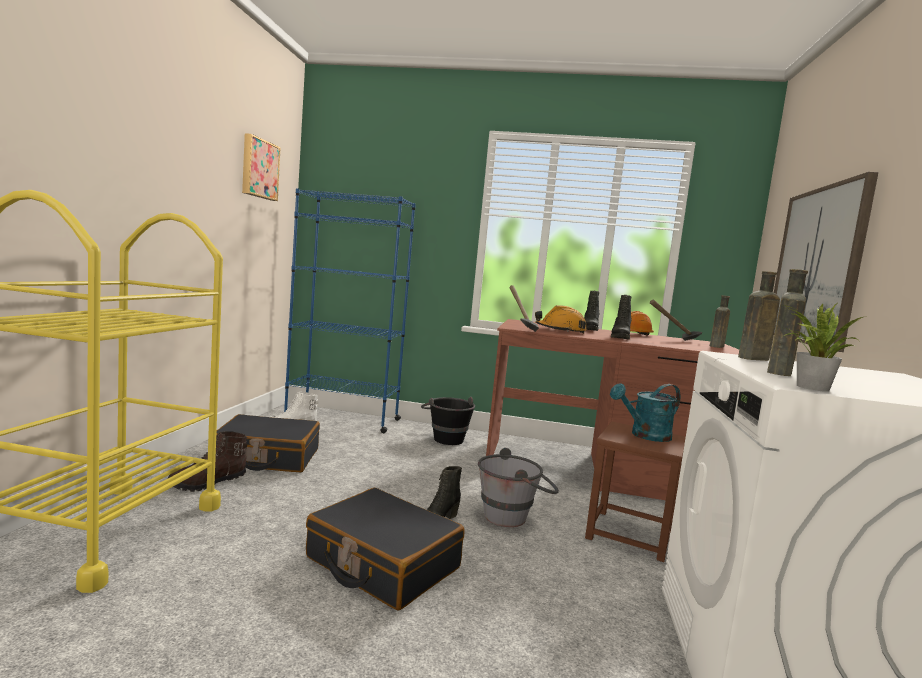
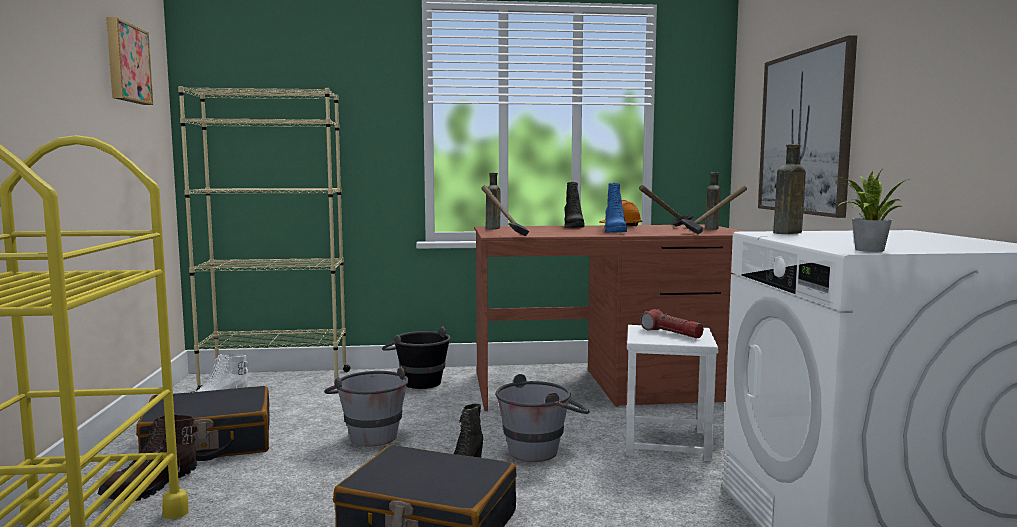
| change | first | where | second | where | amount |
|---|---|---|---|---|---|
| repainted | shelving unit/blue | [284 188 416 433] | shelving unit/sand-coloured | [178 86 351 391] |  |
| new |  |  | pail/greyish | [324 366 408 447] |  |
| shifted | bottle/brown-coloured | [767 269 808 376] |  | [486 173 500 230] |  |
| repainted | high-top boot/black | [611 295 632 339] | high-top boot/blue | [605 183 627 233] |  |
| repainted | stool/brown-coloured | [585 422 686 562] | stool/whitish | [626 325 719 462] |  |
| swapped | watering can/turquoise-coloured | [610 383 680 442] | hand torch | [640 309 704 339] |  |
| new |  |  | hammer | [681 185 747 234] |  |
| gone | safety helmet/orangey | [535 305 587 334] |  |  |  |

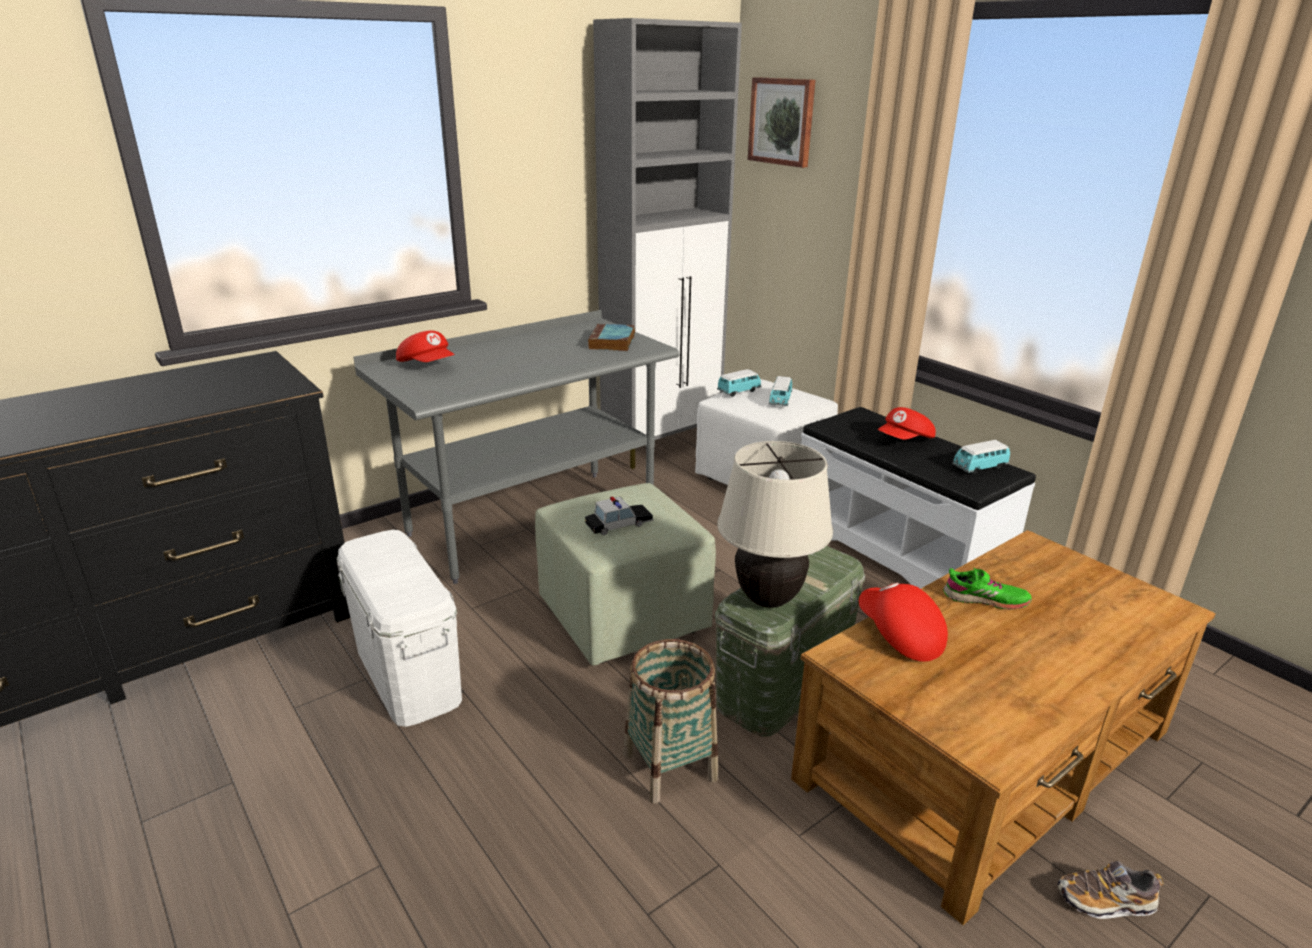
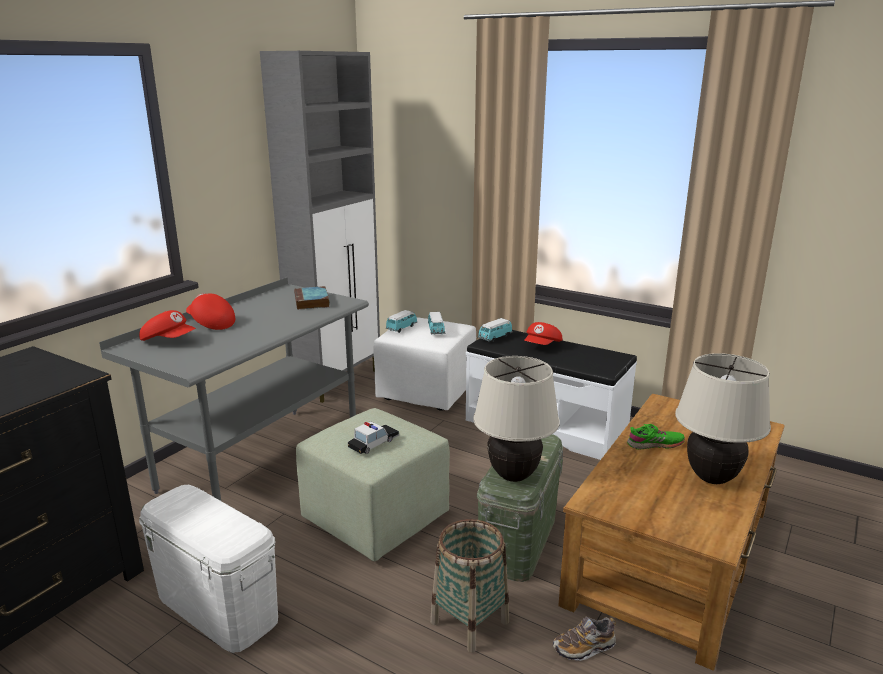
| change | first | where | second | where | amount |
|---|---|---|---|---|---|
| shifted | cap/red | [859 583 948 662] |  | [186 293 235 330] |  |
| shifted | miniature car | [952 440 1010 474] |  | [478 318 513 342] |  |
| shifted | low shoe | [1058 861 1164 919] |  | [553 617 616 661] |  |
| new |  |  | lamp for a table/sand-coloured | [675 353 771 484] |  |
| gone | wall art | [748 77 815 168] |  |  |  |

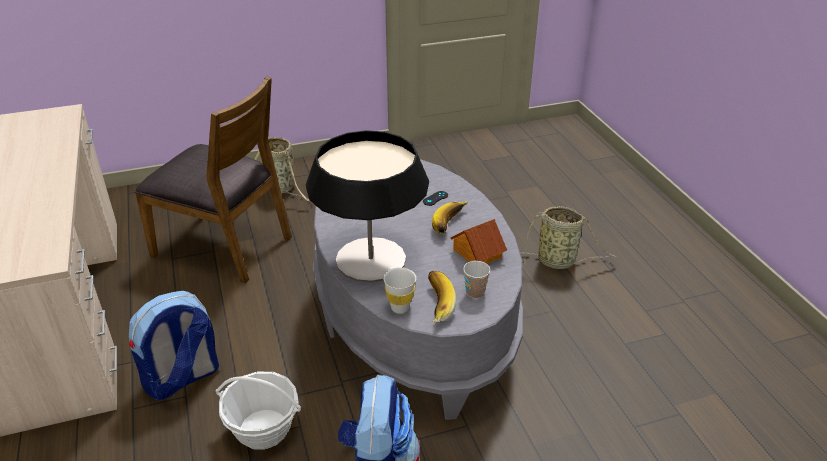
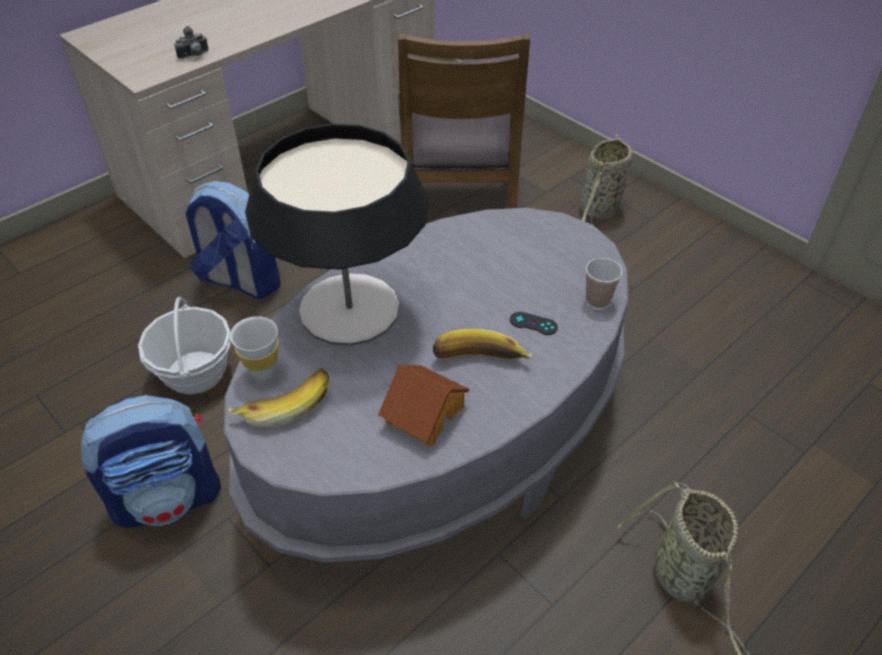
| change | first | where | second | where | amount |
|---|---|---|---|---|---|
| new |  |  | still camera | [174 26 209 59] |  |
| shifted | drinking cup | [463 261 490 298] |  | [586 258 623 308] |  |

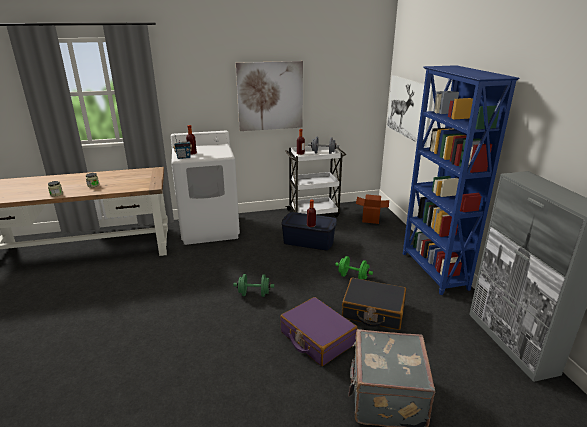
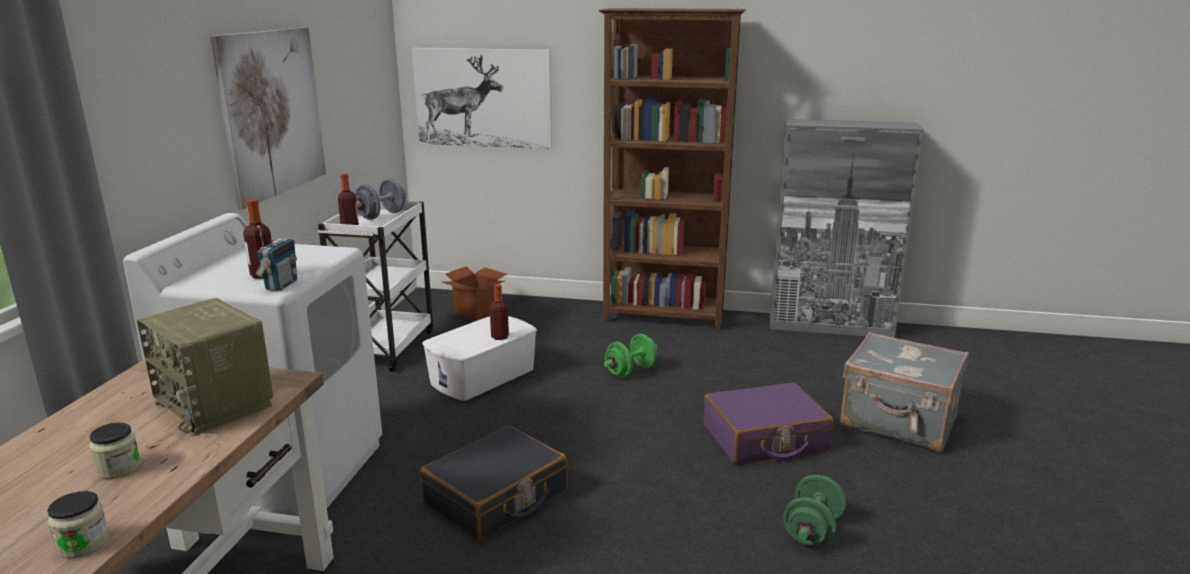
| change | first | where | second | where | amount |
|---|---|---|---|---|---|
| new |  |  | radio set | [137 298 273 435] |  |
| shifted | piece of luggage/black | [342 278 406 330] |  | [420 426 568 541] |  |
| repainted | storage container/blue | [281 212 337 251] | storage container/whitish | [422 316 537 401] |  |
| repainted | shelving unit/blue | [403 65 520 295] | shelving unit/brown-coloured | [599 8 746 331] |  |
| shifted | hand weight/green-coloured | [233 274 274 297] |  | [783 475 846 546] |  |

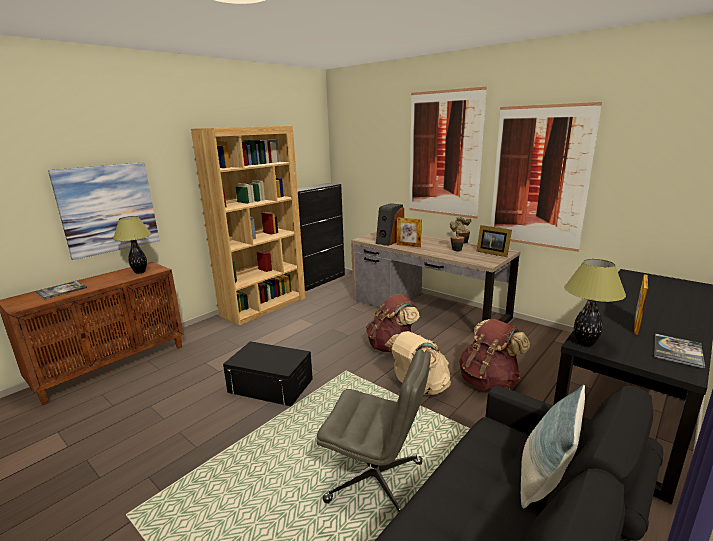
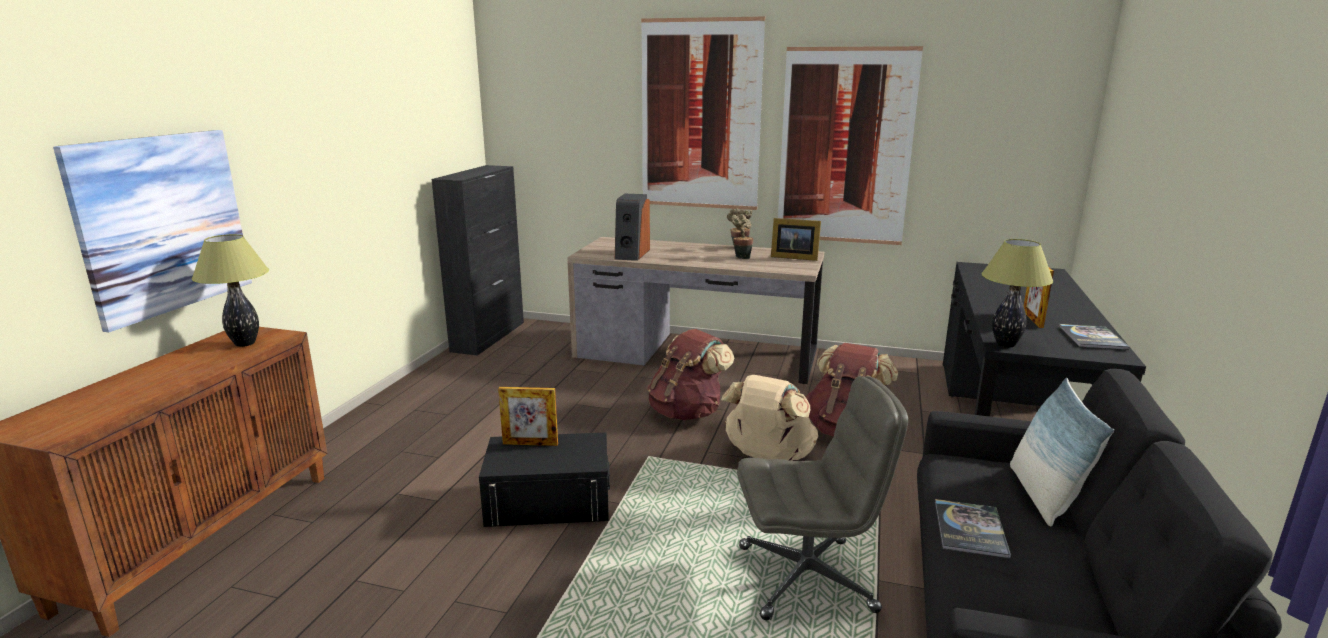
| change | first | where | second | where | amount |
|---|---|---|---|---|---|
| shifted | standing frame | [397 217 422 247] |  | [498 387 558 446] |  |
| shifted | volume | [35 281 87 299] |  | [935 499 1011 558] |  |
| gone | shelving unit/brown-coloured | [191 126 305 326] |  |  |  |

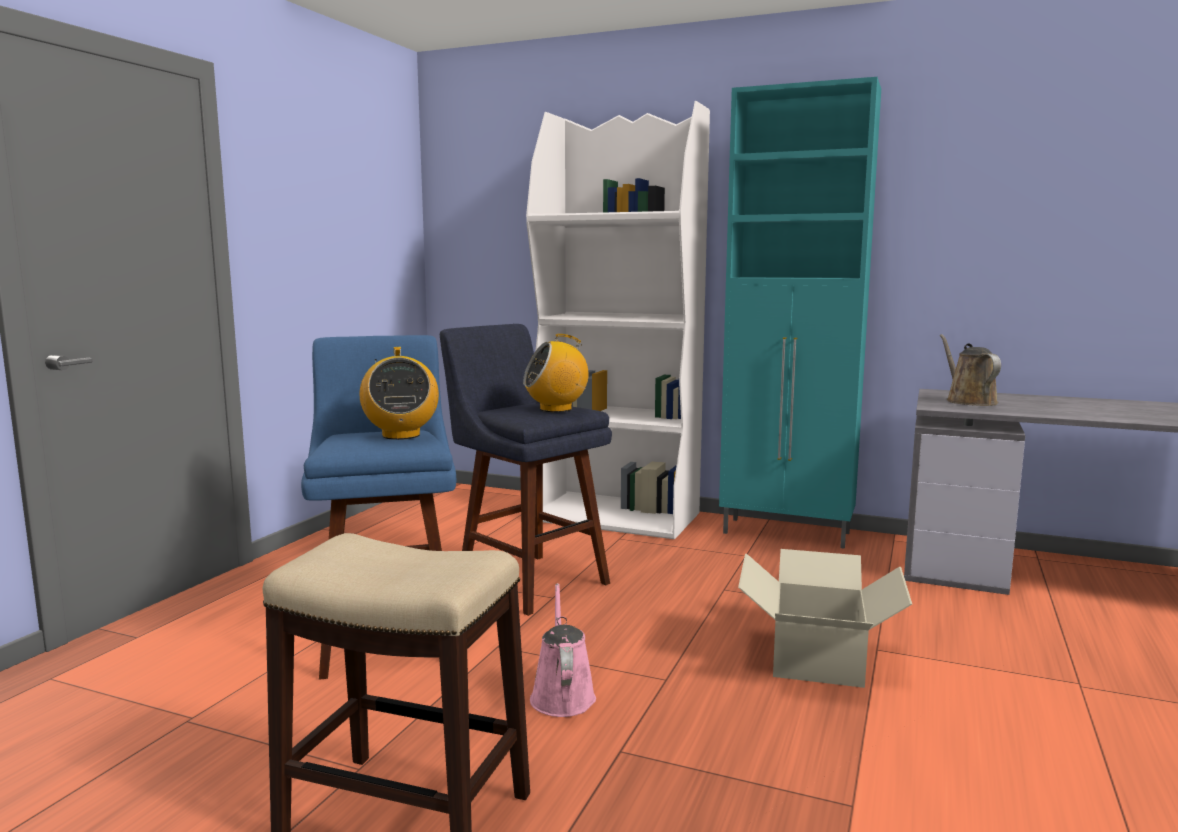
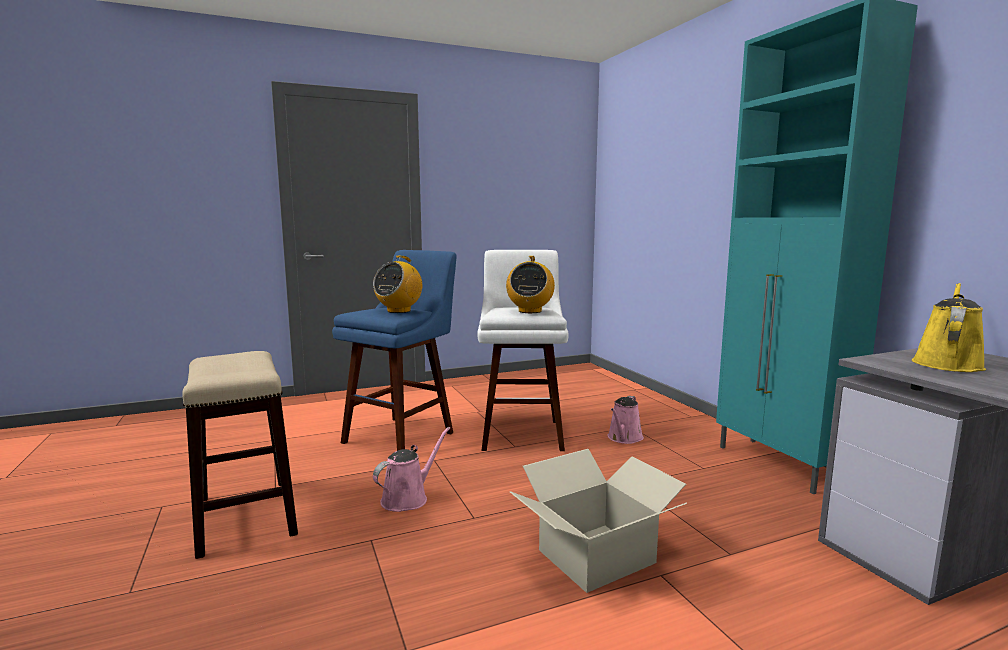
| change | first | where | second | where | amount |
|---|---|---|---|---|---|
| repainted | stool/blue | [440 324 612 616] | stool/whitish | [478 250 568 451] |  |
| rotated | radio set | [523 334 589 412] |  | [506 256 555 313] | 105 degrees counterclockwise |
| new |  |  | watering can/pink | [607 396 644 444] |  |
| repainted | watering can/brown-coloured | [940 334 1001 406] | watering can/yellow-coloured | [912 283 986 372] |  |
| gone | shelving unit/whitish | [526 101 710 539] |  |  |  |

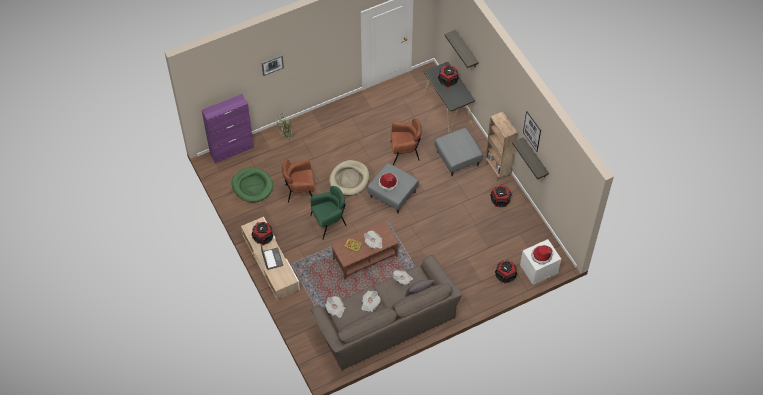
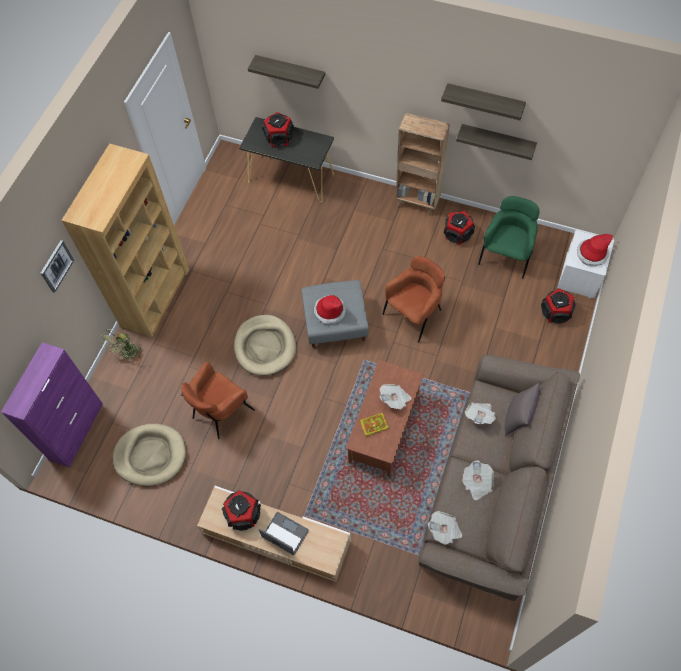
| change | first | where | second | where | amount |
|---|---|---|---|---|---|
| new |  |  | shelving unit/brown-coloured | [61 144 189 337] |  |
| repainted | pet bed/green-coloured | [232 167 273 202] | pet bed/sand-coloured | [113 424 186 486] |  |
| shifted | easy chair/brown-coloured | [390 118 422 165] |  | [382 256 445 342] |  |
| swapped | wall art | [523 111 541 152] | bracket shelf | [441 83 526 120] |  |
| shifted | easy chair/green-coloured | [310 186 347 240] |  | [478 196 540 279] |  |
| gone | ottoman/greyish | [435 128 483 176] |  |  |  |

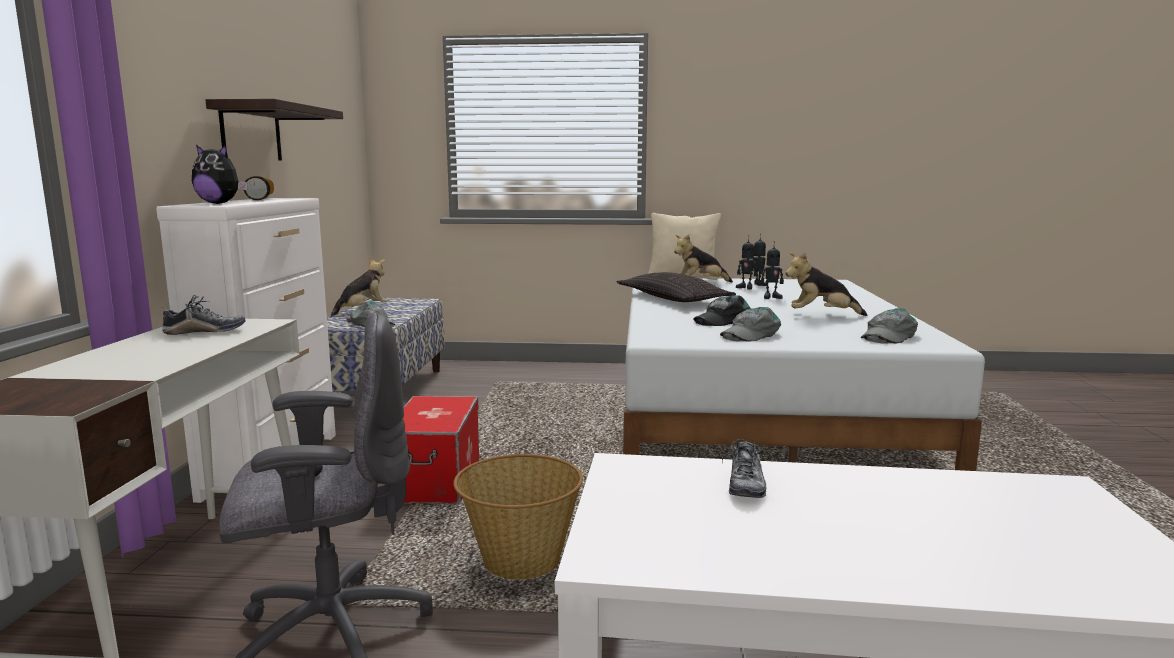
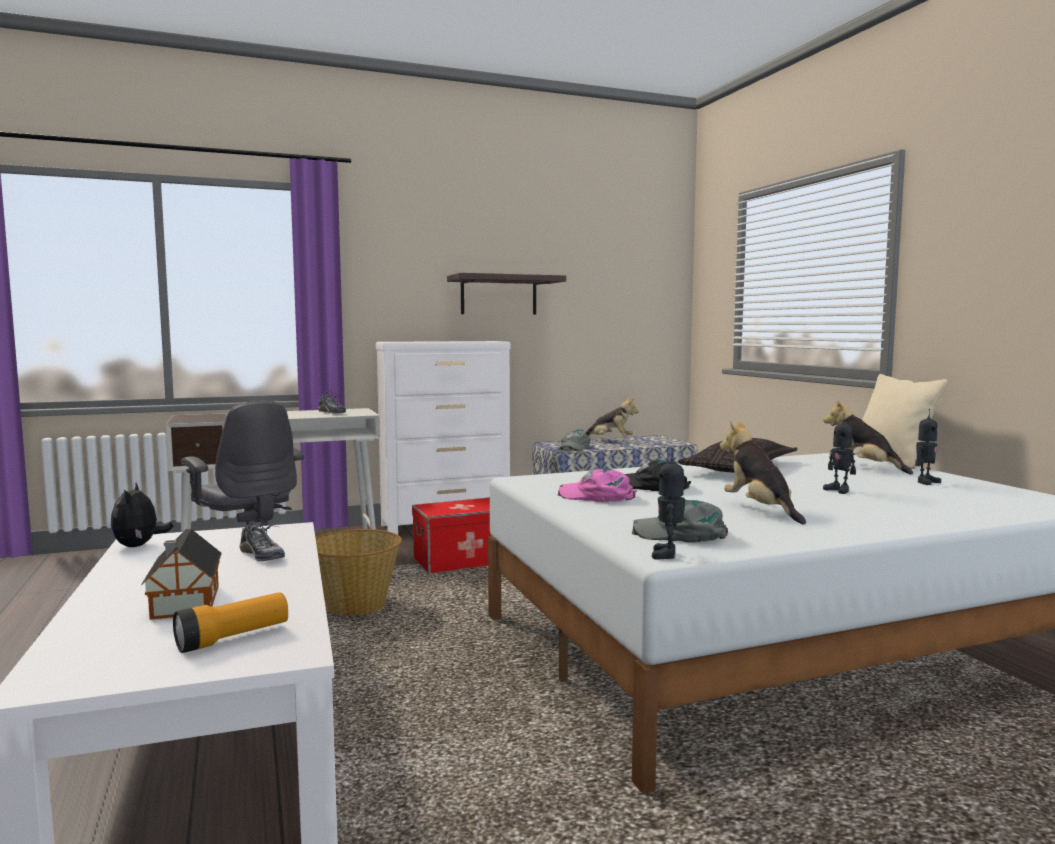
| change | first | where | second | where | amount |
|---|---|---|---|---|---|
| shifted | plush toy | [192 145 248 204] |  | [111 483 174 547] |  |
| new |  |  | model house | [141 529 222 620] |  |
| shifted | hand torch | [244 176 274 200] |  | [173 592 288 653] |  |
| rotated | low shoe | [722 438 773 498] |  | [240 519 285 561] | 120 degrees counterclockwise |
| repainted | cap/greyish | [720 307 781 342] | cap/pink | [558 468 637 502] |  |
| shifted | toy robot | [736 235 757 290] |  | [652 448 685 560] |  |

